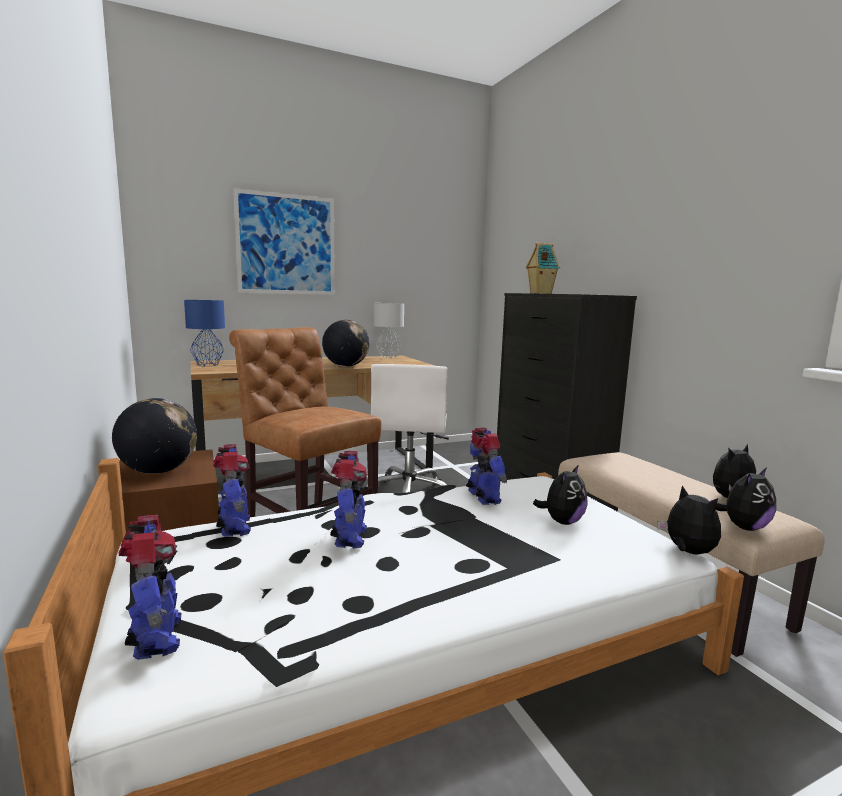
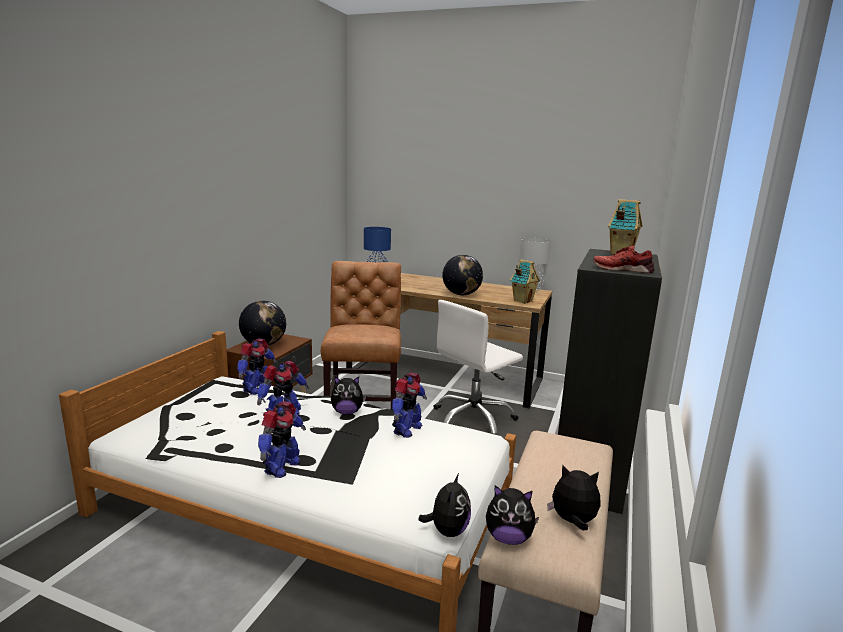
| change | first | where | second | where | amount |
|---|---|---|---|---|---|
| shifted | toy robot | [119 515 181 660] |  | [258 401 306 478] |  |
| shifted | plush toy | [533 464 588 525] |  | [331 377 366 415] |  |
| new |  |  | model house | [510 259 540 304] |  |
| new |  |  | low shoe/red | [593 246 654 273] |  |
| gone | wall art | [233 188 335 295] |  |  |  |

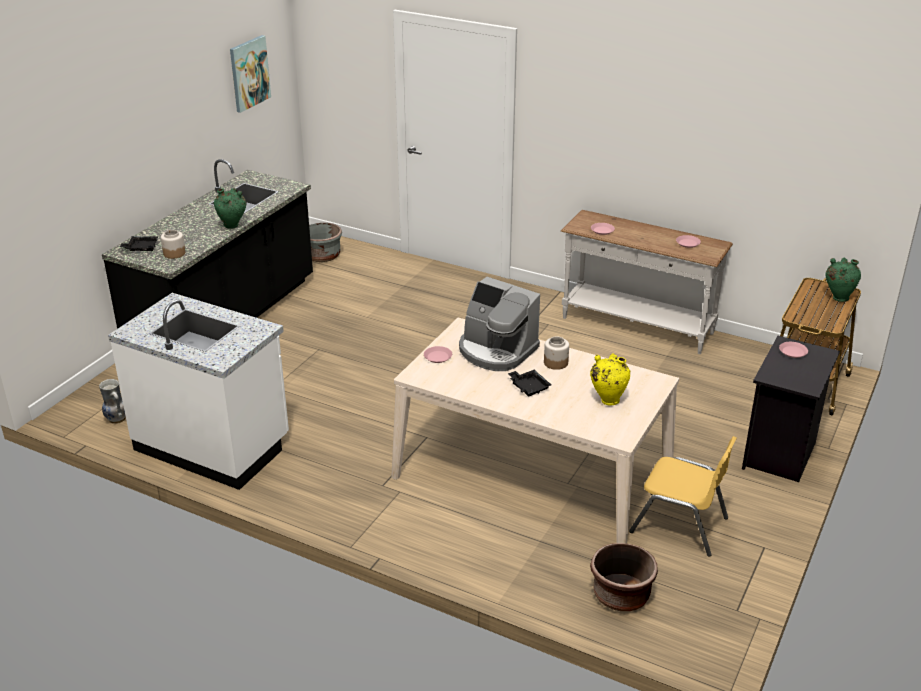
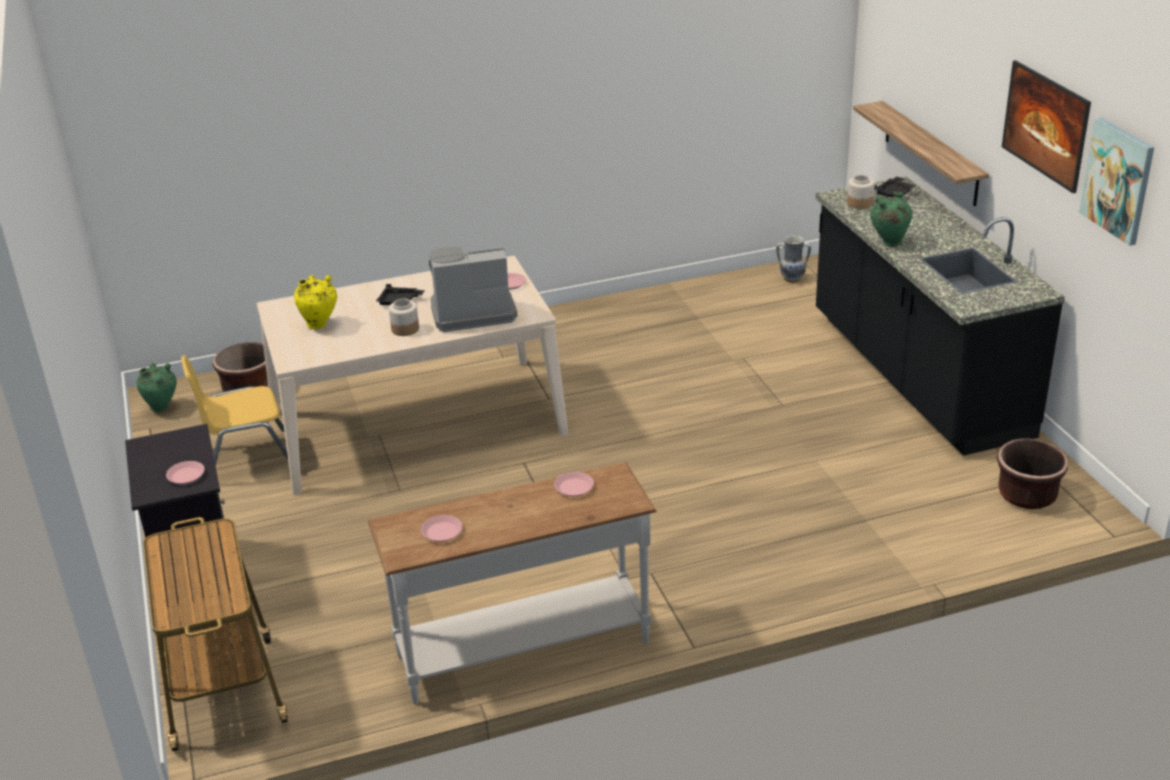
| change | first | where | second | where | amount |
|---|---|---|---|---|---|
| shifted | decorative vase/green-coloured | [825 257 861 302] |  | [136 363 177 412] |  |
| new |  |  | bracket shelf | [853 101 989 206] |  |
| repainted | plant pot/greyish | [309 223 342 262] | plant pot/brown-coloured | [997 438 1068 509] |  |
| new |  |  | wall art | [1002 60 1091 193] |  |
| gone | kitchen counter/whitish | [108 293 289 490] |  |  |  |

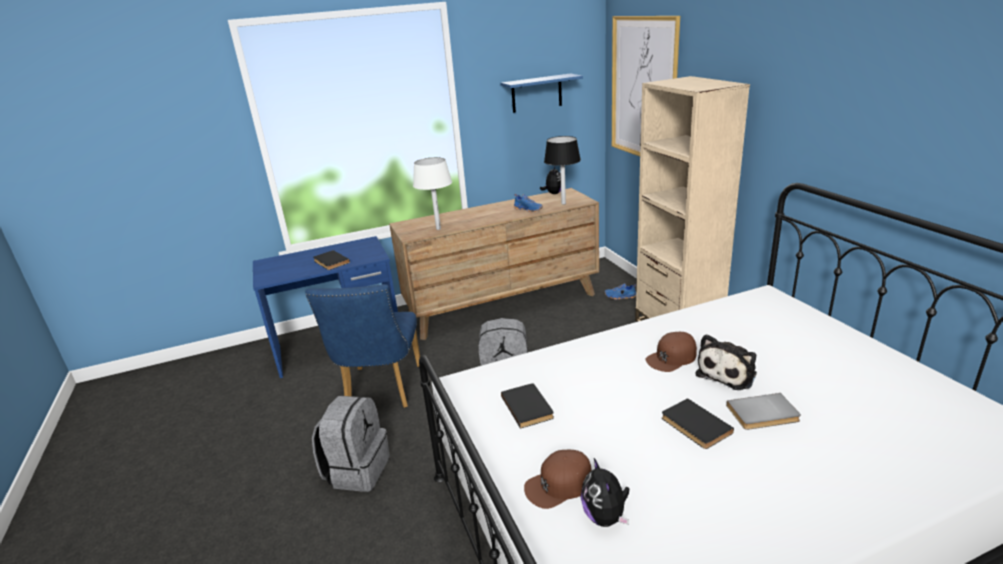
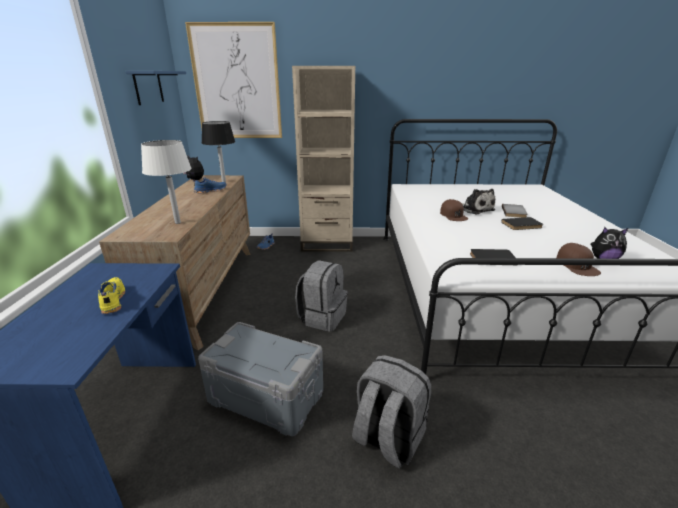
| change | first | where | second | where | amount |
|---|---|---|---|---|---|
| swapped | volume/black | [313 250 350 270] | low shoe/yellow-coloured | [98 277 125 314] |  |
| swapped | plain chair/blue | [305 284 420 408] | storage container/greyish | [198 322 323 436] |  |

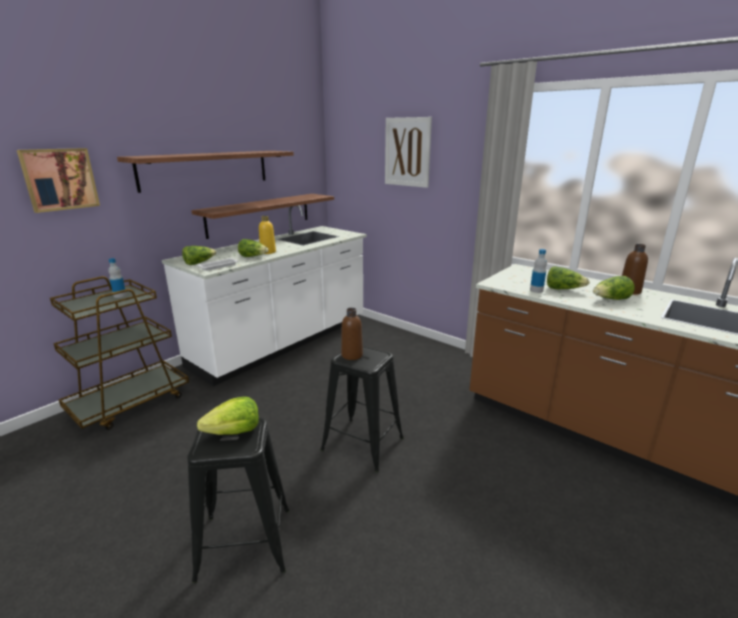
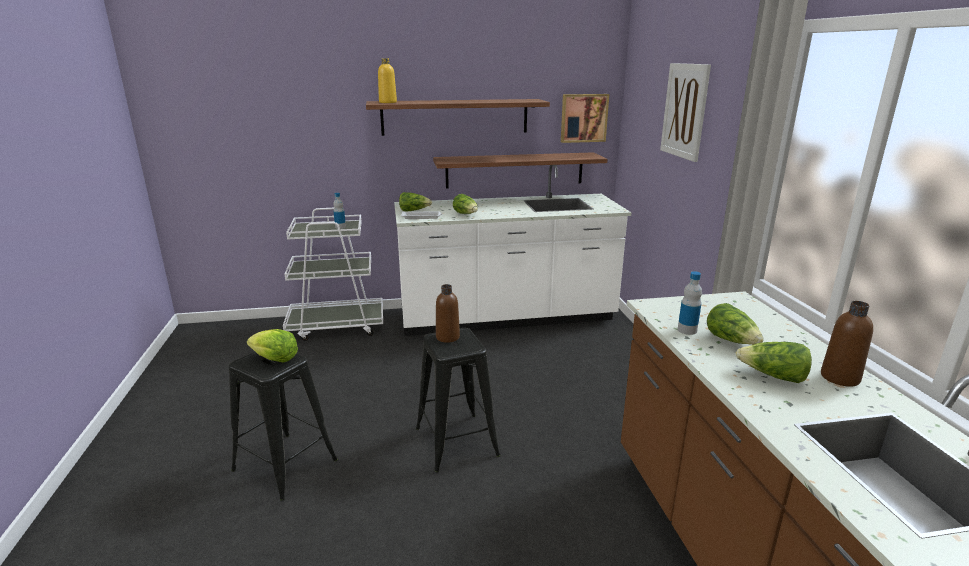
| change | first | where | second | where | amount |
|---|---|---|---|---|---|
| repainted | wheeled cart/brown-coloured | [50 276 189 430] | wheeled cart/whitish | [283 208 383 341] |  |
| shifted | bottle/yellow-coloured | [259 216 276 254] |  | [378 58 397 103] |  |
| shifted | wall art | [17 148 100 213] |  | [561 94 609 143] |  |

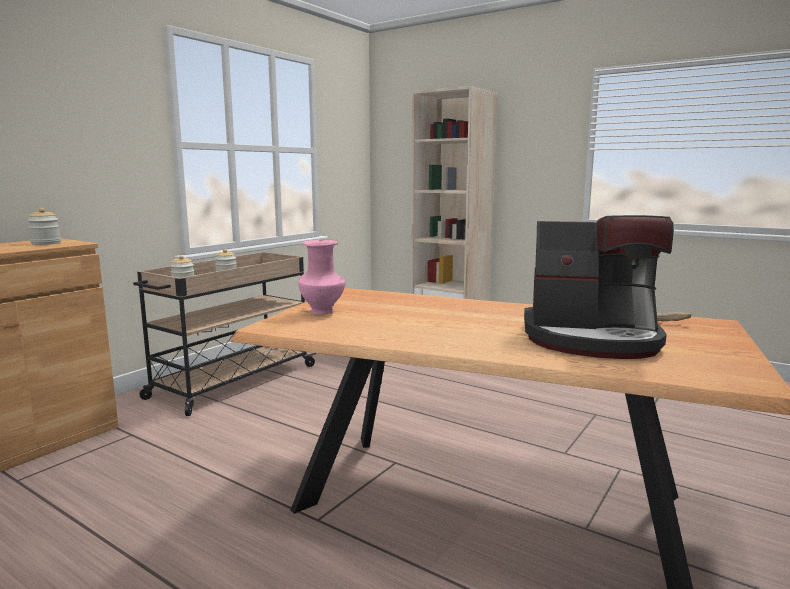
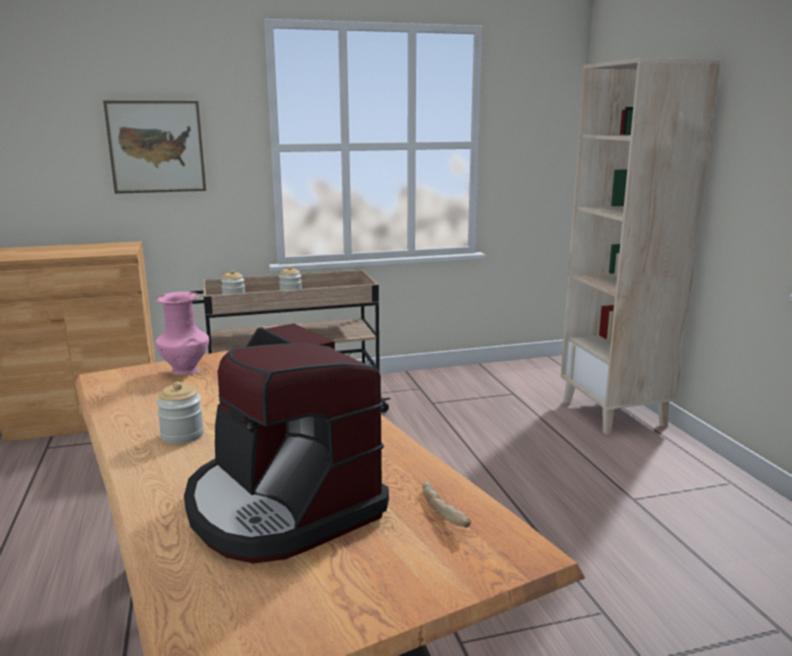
| change | first | where | second | where | amount |
|---|---|---|---|---|---|
| new |  |  | wall art | [103 101 206 194] |  |
| shifted | jar | [28 208 61 245] |  | [156 382 204 444] |  |

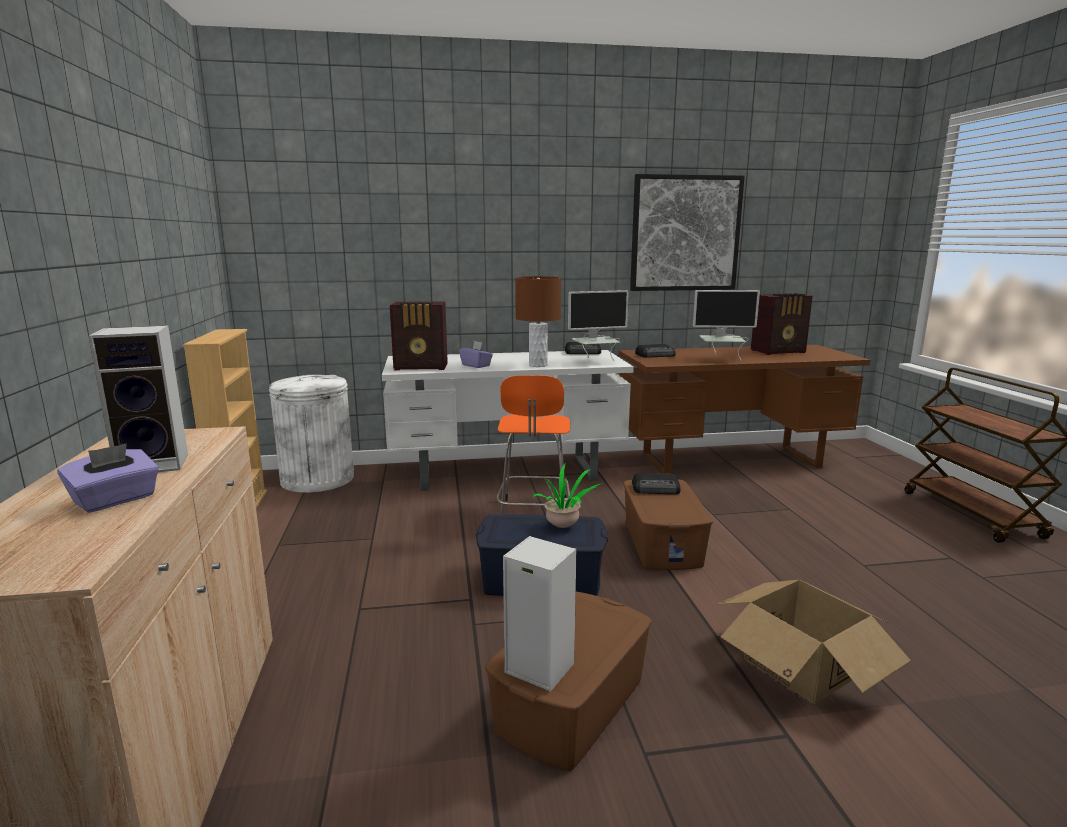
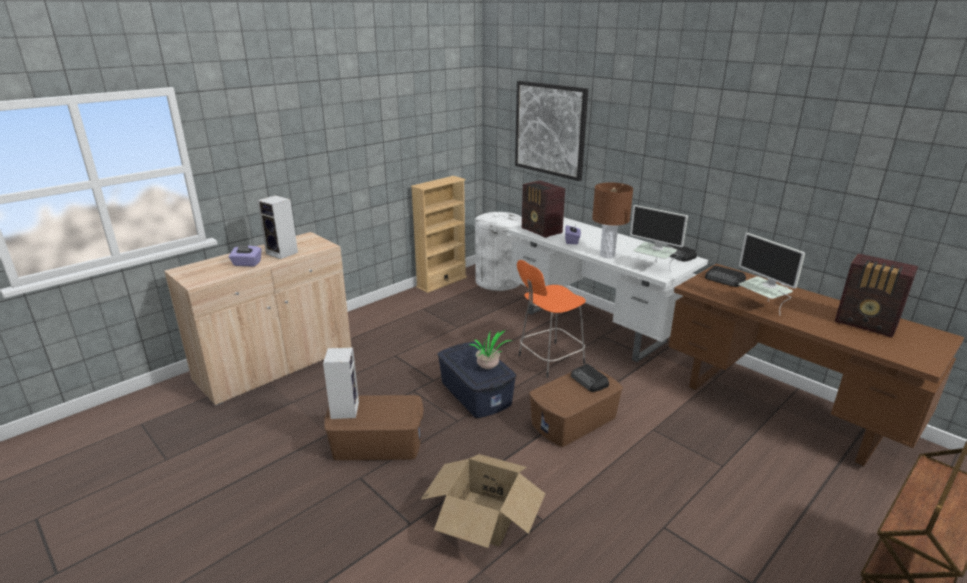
| change | first | where | second | where | amount |
|---|---|---|---|---|---|
| shifted | wall art | [630 174 745 291] |  | [515 81 588 181] |  |

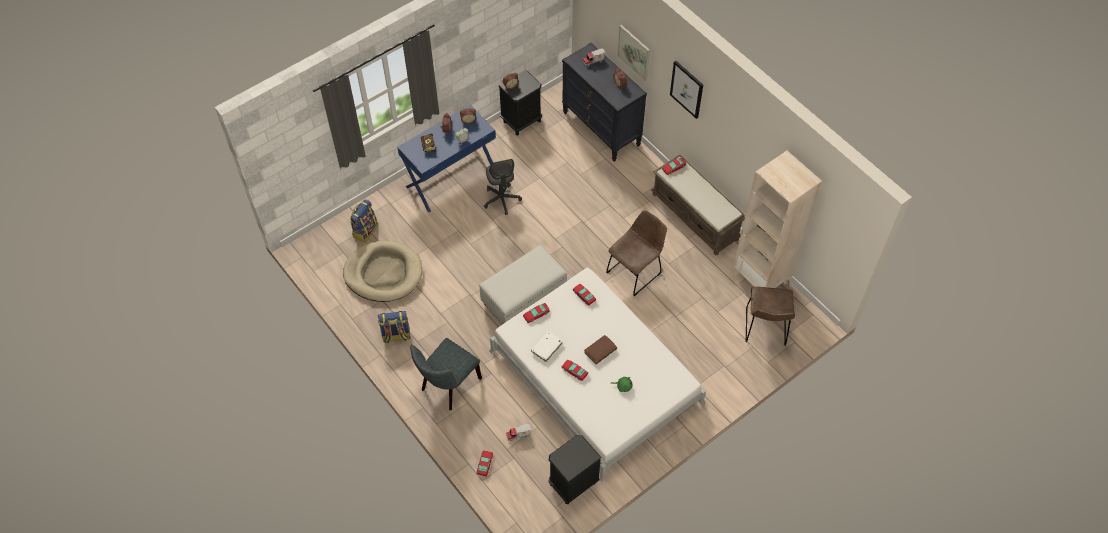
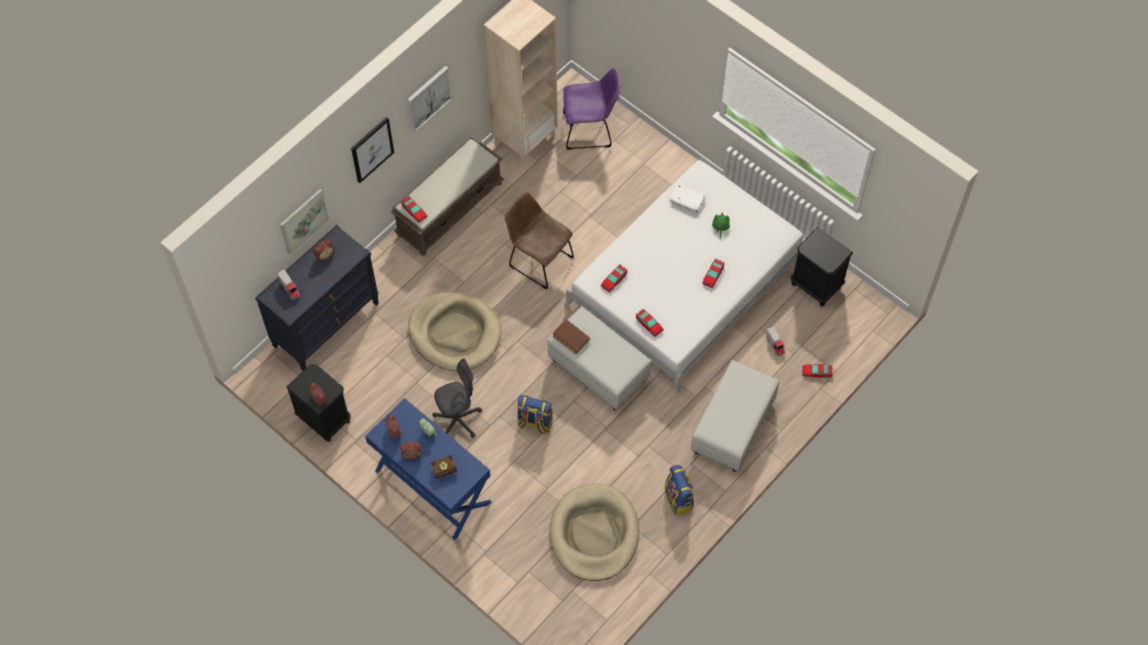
| change | first | where | second | where | amount |
|---|---|---|---|---|---|
| new |  |  | wall art | [408 66 452 132] |  |
| new |  |  | pet bed/sand-coloured | [408 291 501 371] |  |
| shifted | rucksack | [350 200 378 242] |  | [517 395 553 434] |  |
| shifted | volume/brown-coloured | [584 335 617 364] |  | [553 319 590 354] |  |
| repainted | plain chair/brown-coloured | [746 287 795 346] | plain chair/purple-coloured | [563 68 620 150] |  |
| shifted | volume/whitish | [531 332 562 363] |  | [670 184 705 213] |  |
| swapped | plain chair/greyish | [410 338 482 410] | ottoman/whitish | [691 360 780 472] |  |

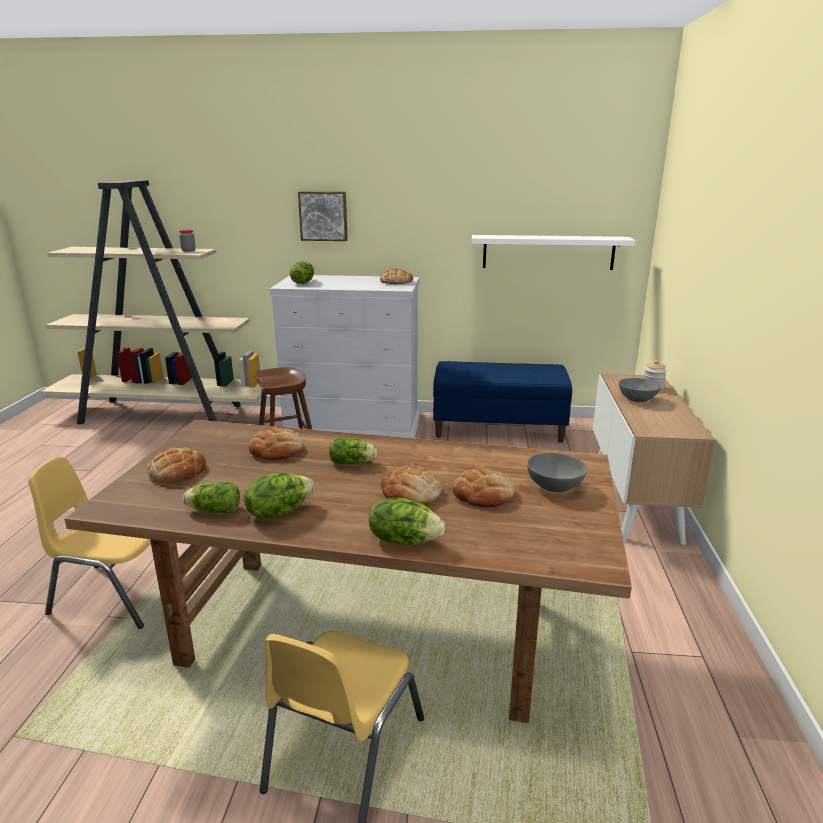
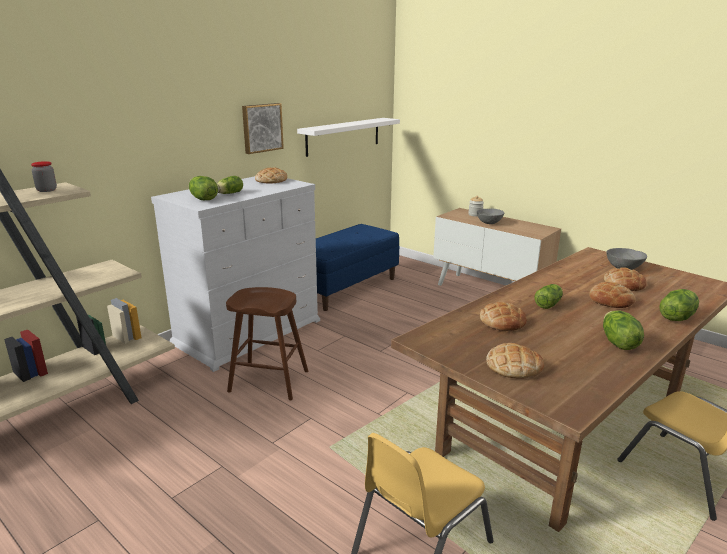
| change | first | where | second | where | amount |
|---|---|---|---|---|---|
| shifted | lettuce | [183 482 240 513] |  | [217 176 243 194] |  |
| shifted | wall art | [298 192 348 241] |  | [242 103 284 154] |  |

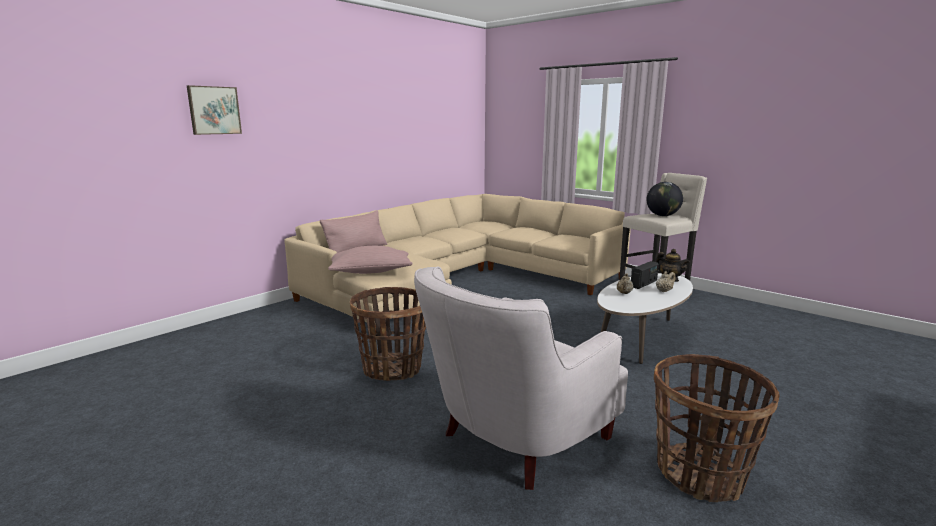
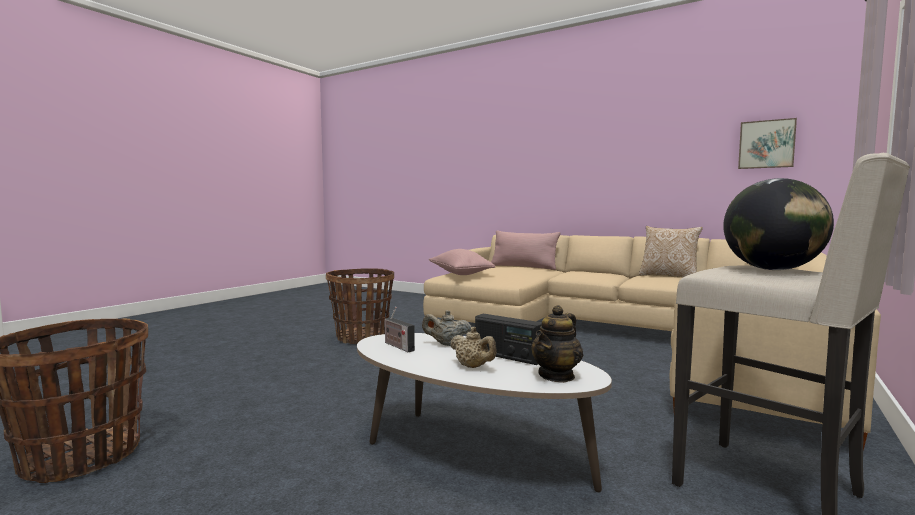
| change | first | where | second | where | amount |
|---|---|---|---|---|---|
| new |  |  | radio set | [384 307 415 352] |  |
| new |  |  | pillow | [639 226 703 277] |  |
| shifted | wall art | [187 85 242 135] |  | [738 118 797 169] |  |
| gone | easy chair/whitish | [414 266 628 490] |  |  |  |

